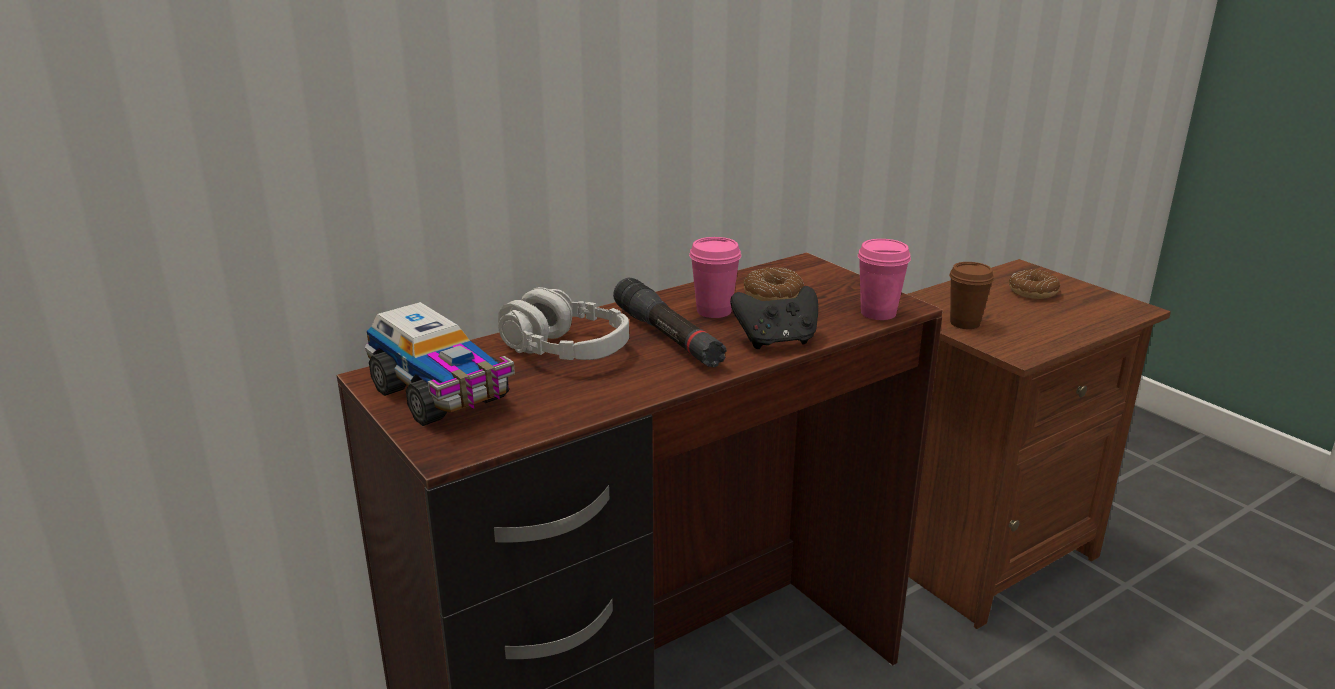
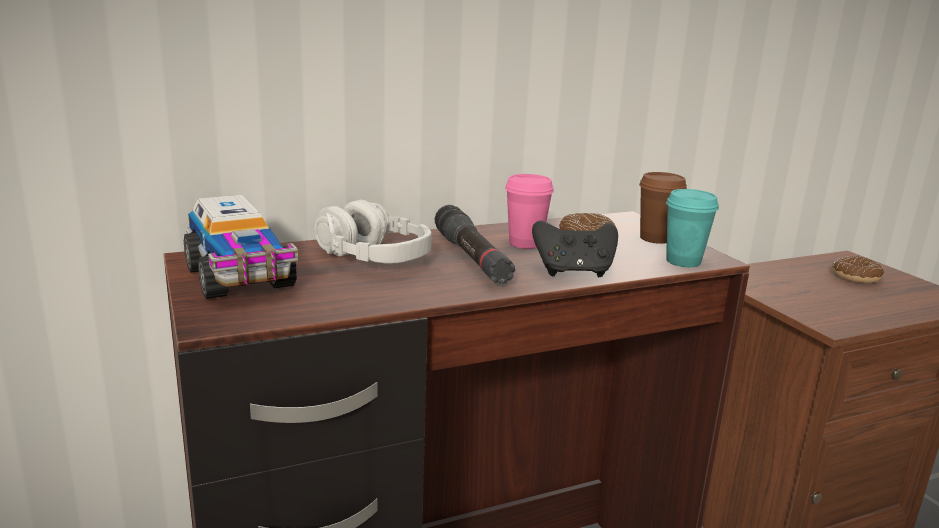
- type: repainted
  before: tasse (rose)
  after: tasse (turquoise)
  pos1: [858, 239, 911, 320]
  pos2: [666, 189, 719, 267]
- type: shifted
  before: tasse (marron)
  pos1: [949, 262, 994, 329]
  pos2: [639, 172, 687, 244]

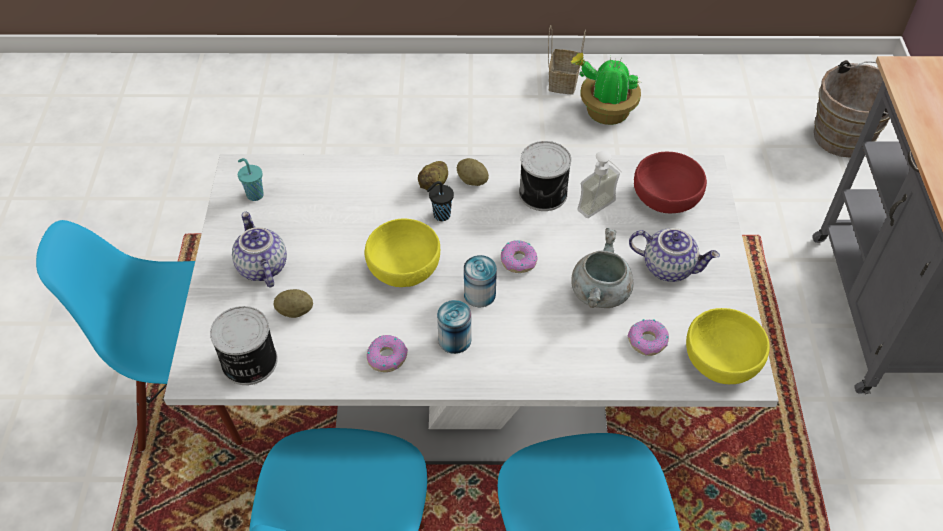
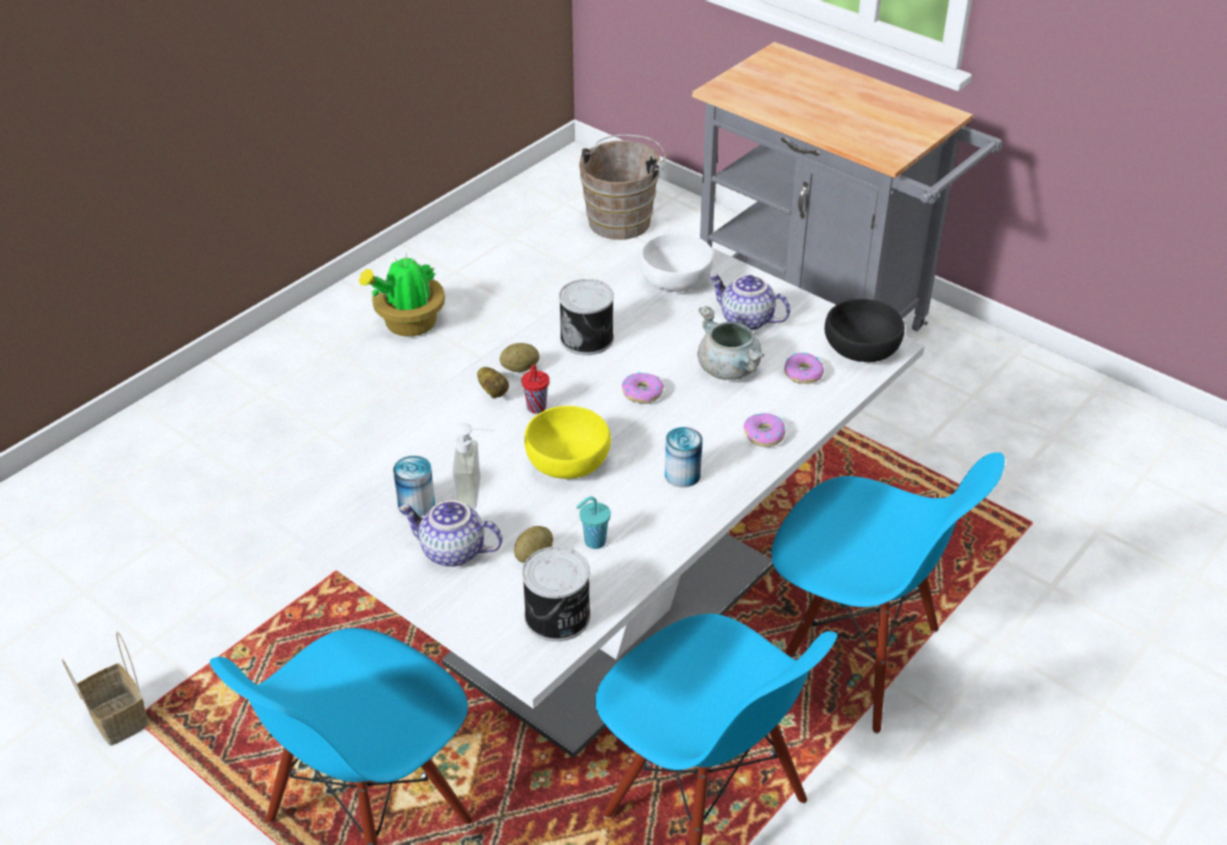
- type: shifted
  before: panier
  pos1: [548, 25, 586, 95]
  pos2: [62, 632, 149, 746]
- type: shifted
  before: distributeur de savon
  pos1: [577, 151, 622, 218]
  pos2: [452, 423, 495, 509]
- type: repainted
  before: bol (rouge)
  after: bol (blanc)
  pos1: [634, 152, 707, 213]
  pos2: [639, 233, 714, 292]
- type: shifted
  before: tasse (turquoise)
  pos1: [238, 158, 264, 201]
  pos2: [576, 496, 611, 549]
- type: repainted
  before: tasse (noir)
  after: tasse (rouge)
  pos1: [427, 181, 454, 221]
  pos2: [521, 364, 549, 413]
- type: rotated
  before: théière
  pos1: [629, 228, 720, 282]
  pos2: [709, 273, 791, 331]
  turn: -120
- type: shifted
  before: boîte métallique
  pos1: [464, 255, 497, 307]
  pos2: [393, 456, 435, 517]
- type: repainted
  before: bol (jaune)
  after: bol (noir)
  pos1: [686, 308, 770, 384]
  pos2: [825, 299, 905, 362]
- type: shifted
  before: beignet
  pos1: [367, 335, 408, 372]
  pos2: [744, 413, 786, 447]

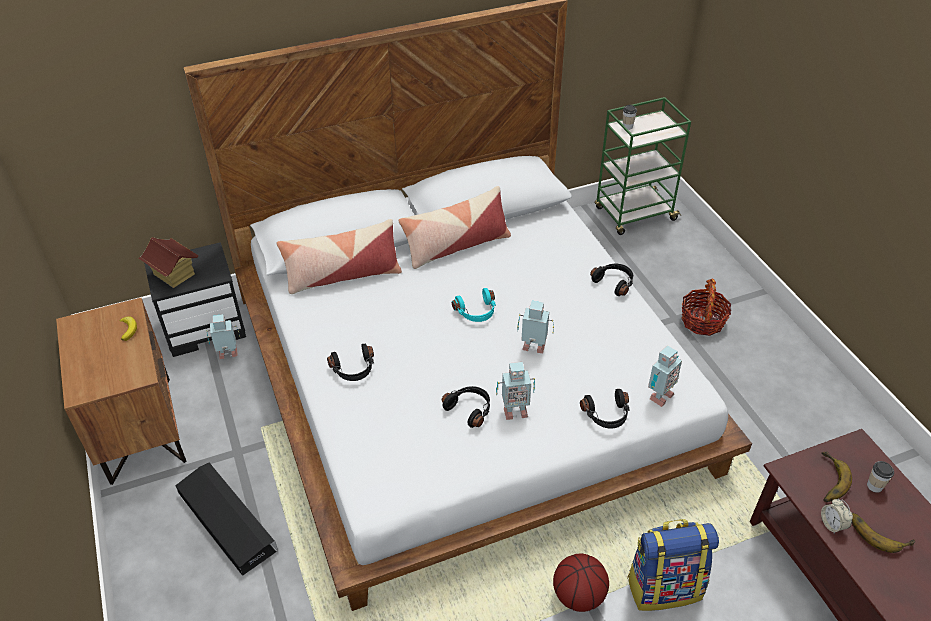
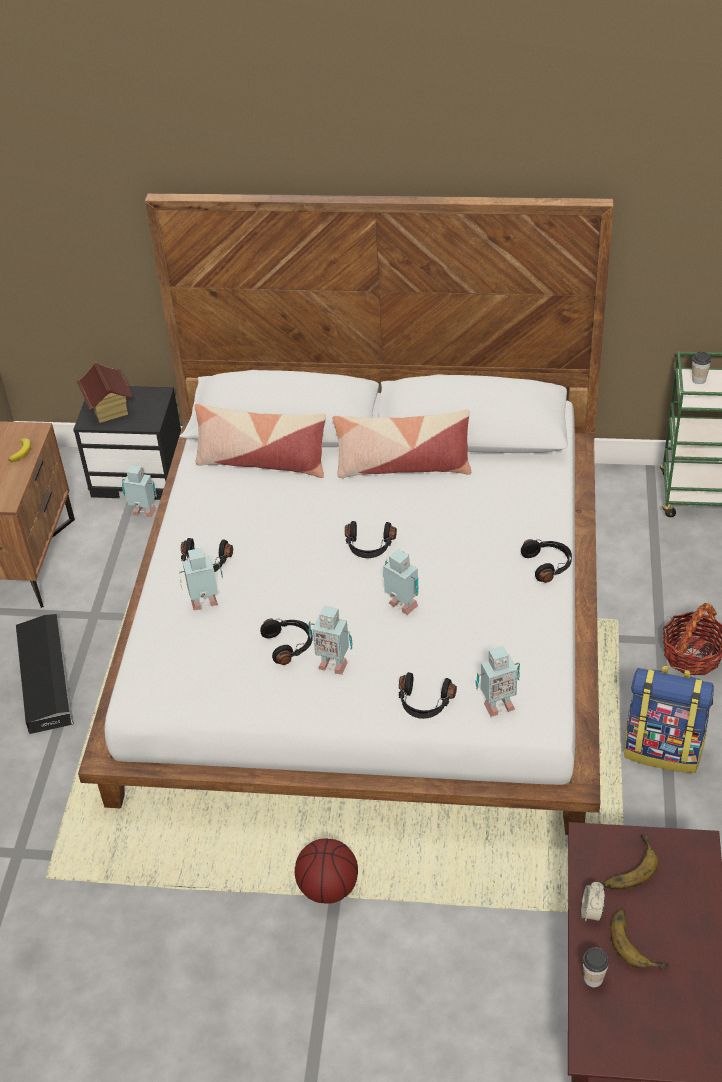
- type: repainted
  before: casque audio (turquoise)
  after: casque audio (noir)
  pos1: [452, 288, 496, 322]
  pos2: [345, 521, 397, 558]
- type: shifted
  before: tasse
  pos1: [867, 461, 894, 493]
  pos2: [583, 948, 609, 987]
- type: shifted
  before: sac à dos
  pos1: [627, 519, 719, 611]
  pos2: [624, 666, 714, 773]
- type: new
  after: robot jouet
  pos2: [179, 548, 223, 610]

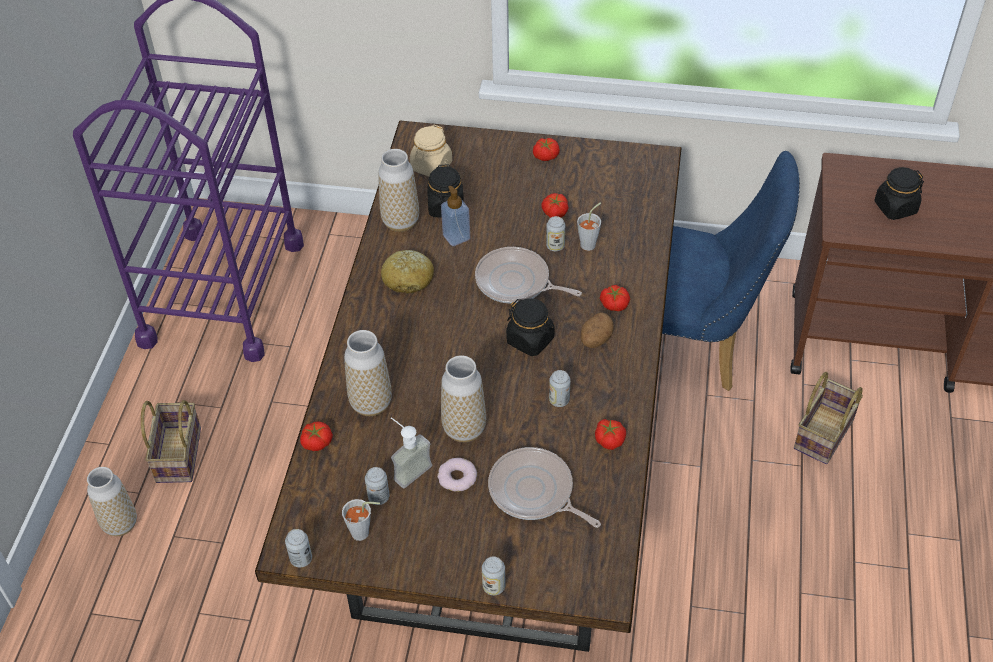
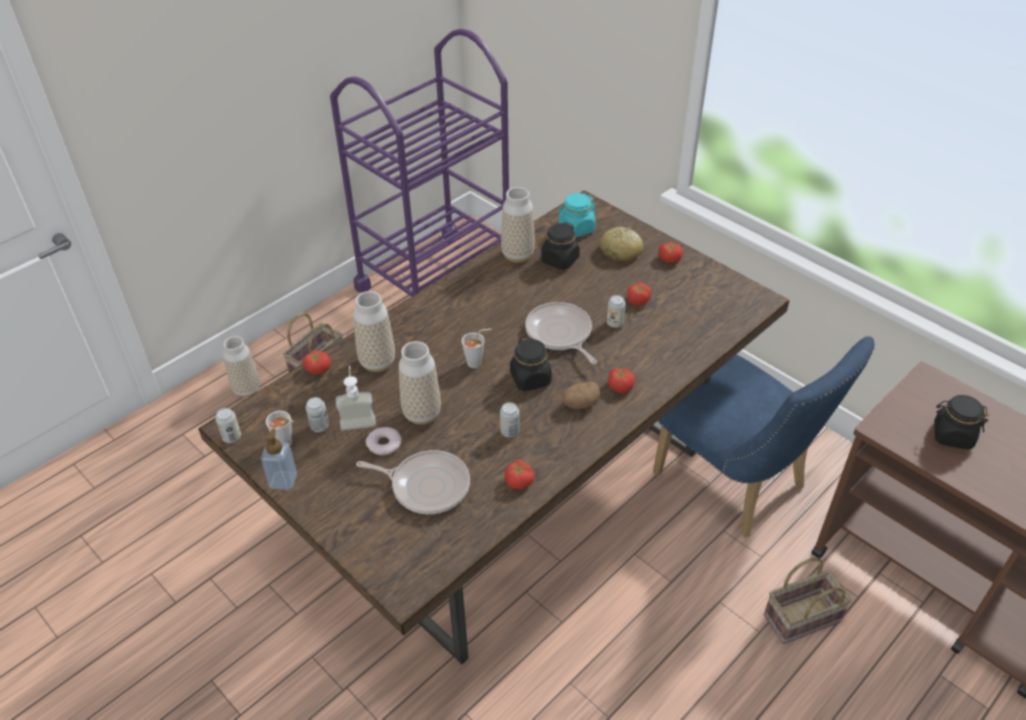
- type: repainted
  before: bocal (beige)
  after: bocal (turquoise)
  pos1: [410, 125, 452, 177]
  pos2: [558, 193, 596, 238]
- type: shifted
  before: distributeur de savon
  pos1: [441, 186, 470, 246]
  pos2: [261, 429, 297, 490]
- type: shifted
  before: tasse (gris)
  pos1: [577, 203, 601, 251]
  pos2: [462, 328, 491, 368]
- type: shifted
  before: pain
  pos1: [381, 250, 434, 293]
  pos2: [600, 227, 643, 261]
- type: rotated
  before: poêle
  pos1: [488, 447, 601, 528]
  pos2: [356, 450, 470, 514]
  turn: 120
- type: gone
  before: boîte métallique
  pos1: [482, 556, 505, 595]

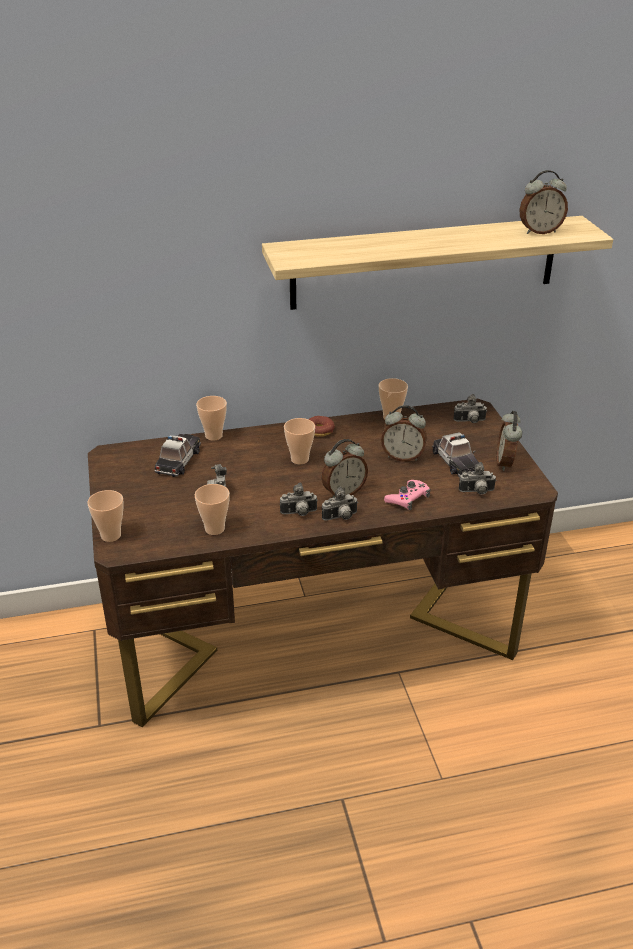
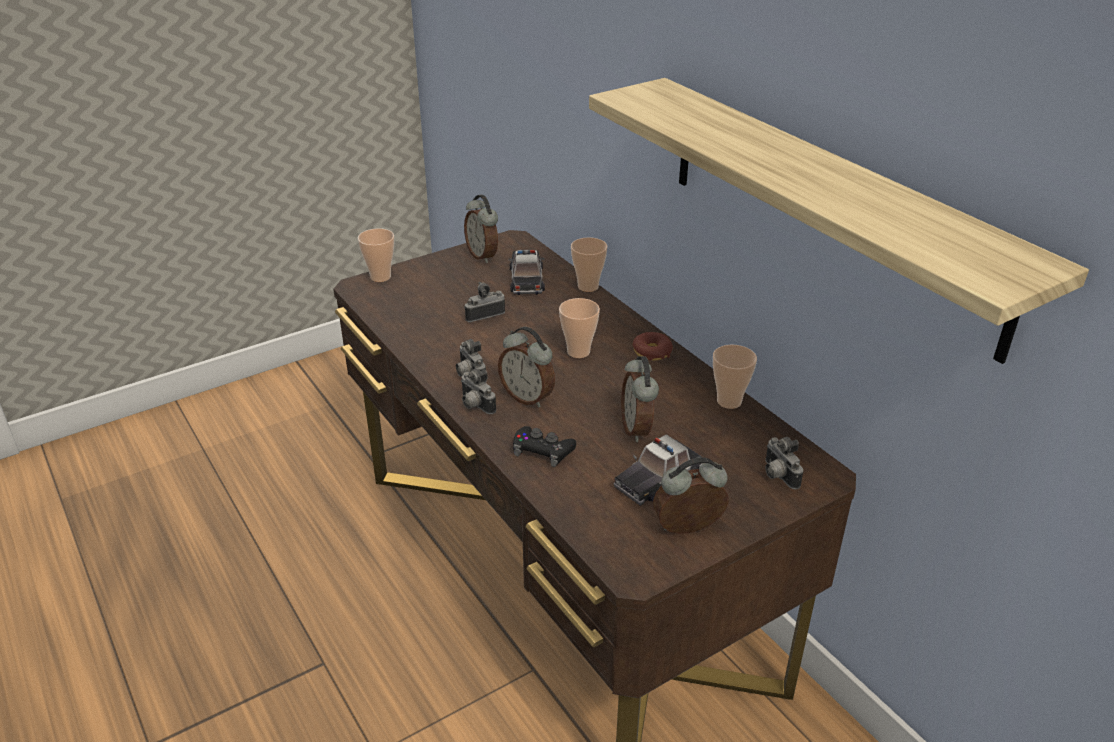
- type: shifted
  before: réveil
  pos1: [519, 170, 568, 234]
  pos2: [464, 195, 498, 263]
- type: rotated
  before: petite voiture
  pos1: [155, 434, 201, 477]
  pos2: [509, 250, 545, 295]
  turn: -90
- type: gone
  before: appareil photo
  pos1: [459, 462, 496, 494]
- type: repainted
  before: manette (rose)
  after: manette (noir)
  pos1: [384, 480, 431, 510]
  pos2: [513, 426, 576, 467]
- type: gone
  before: tasse
  pos1: [195, 484, 230, 535]

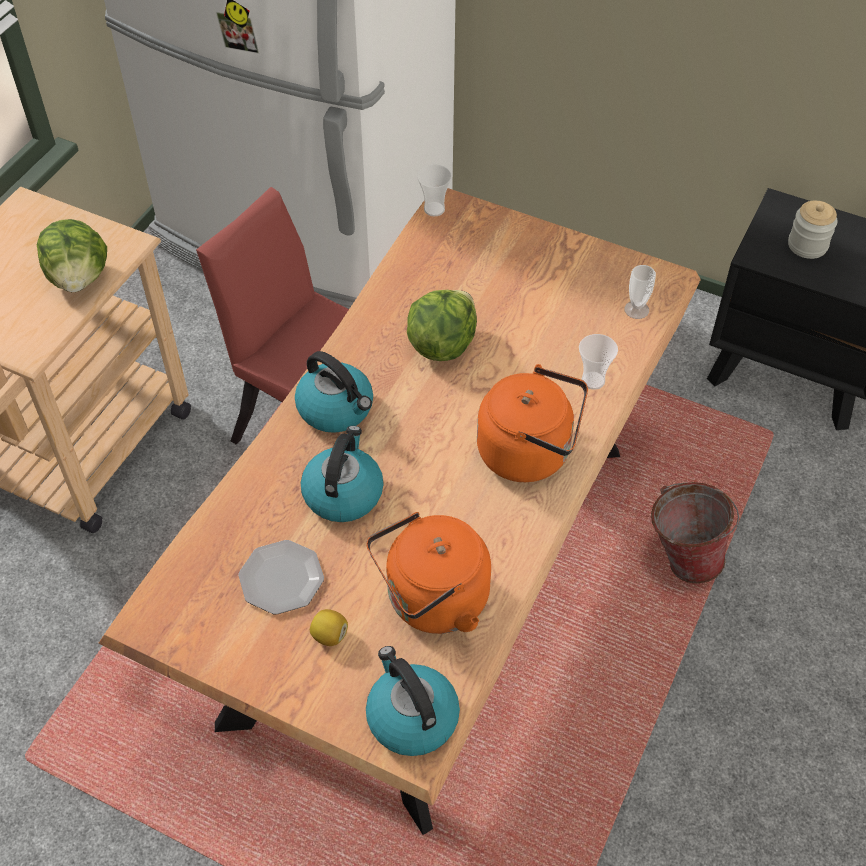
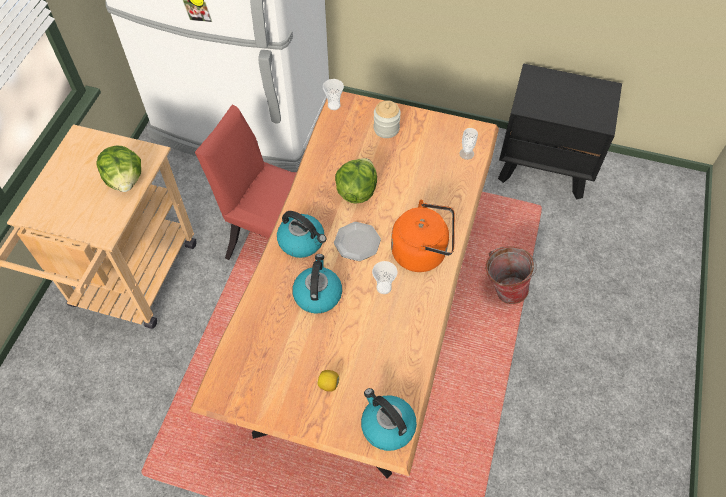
- type: shifted
  before: bocal
  pos1: [788, 200, 838, 259]
  pos2: [374, 100, 401, 138]
- type: shifted
  before: tasse
  pos1: [579, 334, 618, 390]
  pos2: [372, 261, 398, 294]
- type: gone
  before: bouilloire (orange)
  pos1: [366, 512, 491, 634]
- type: shifted
  before: assiette
  pos1: [238, 540, 324, 615]
  pos2: [334, 222, 381, 261]

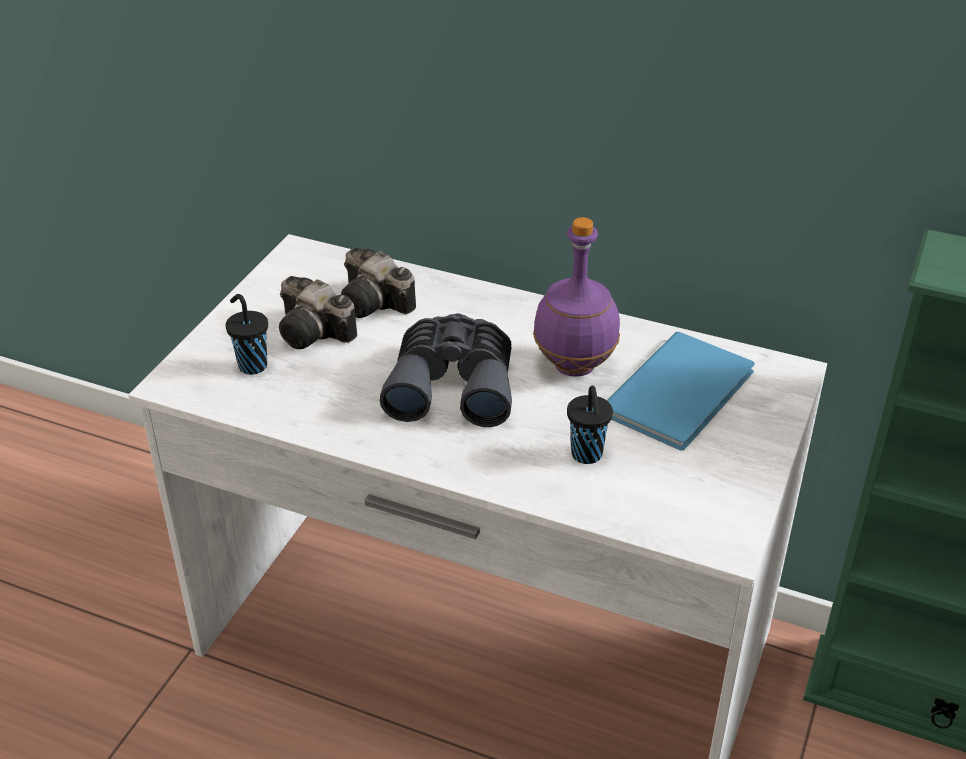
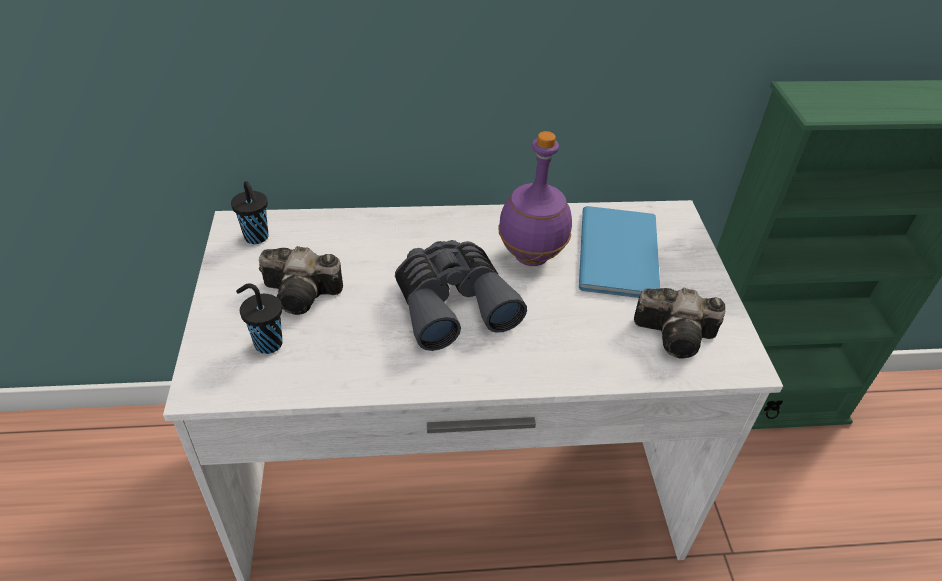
- type: shifted
  before: appareil photo
  pos1: [341, 247, 416, 318]
  pos2: [634, 288, 726, 358]
- type: shifted
  before: tasse (noir)
  pos1: [567, 385, 613, 464]
  pos2: [231, 181, 268, 244]

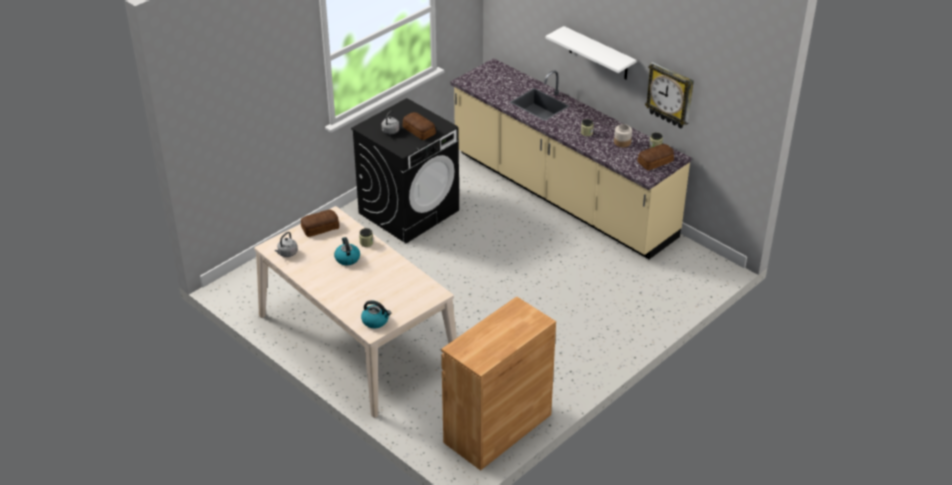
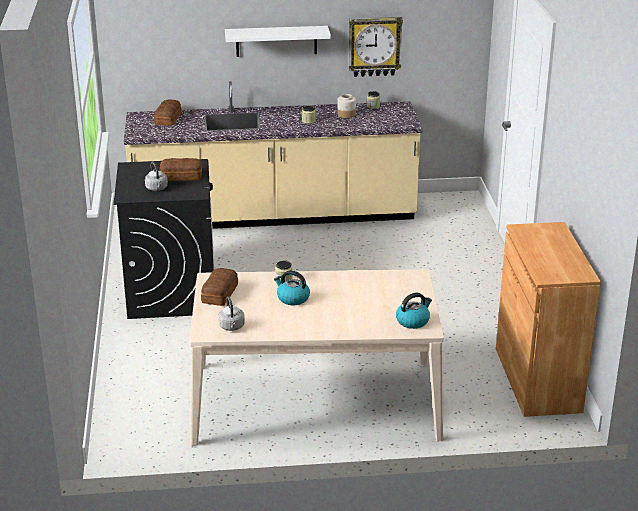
- type: shifted
  before: pain
  pos1: [637, 144, 674, 171]
  pos2: [154, 100, 182, 126]

